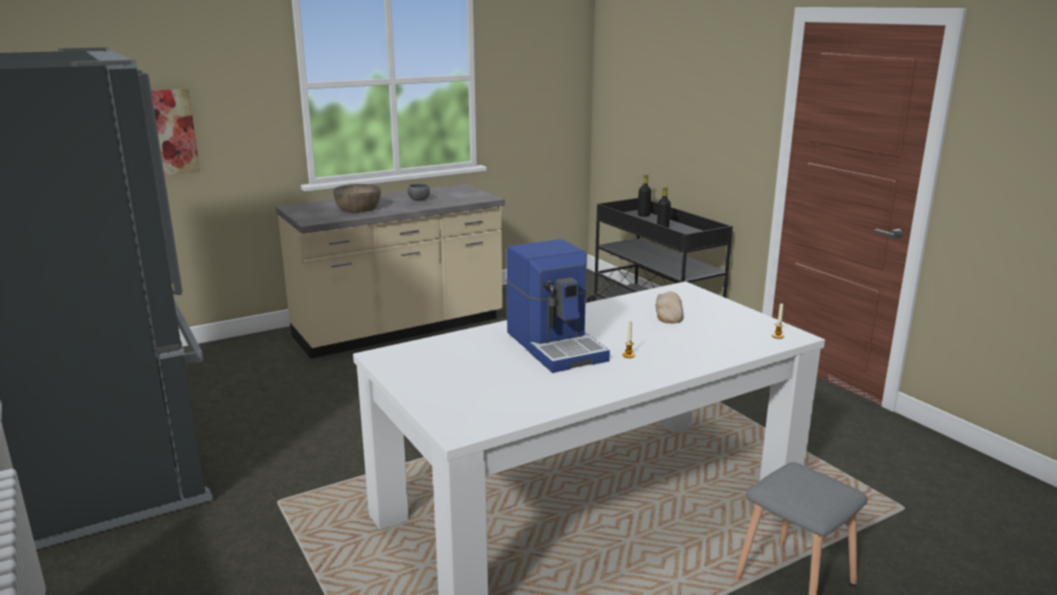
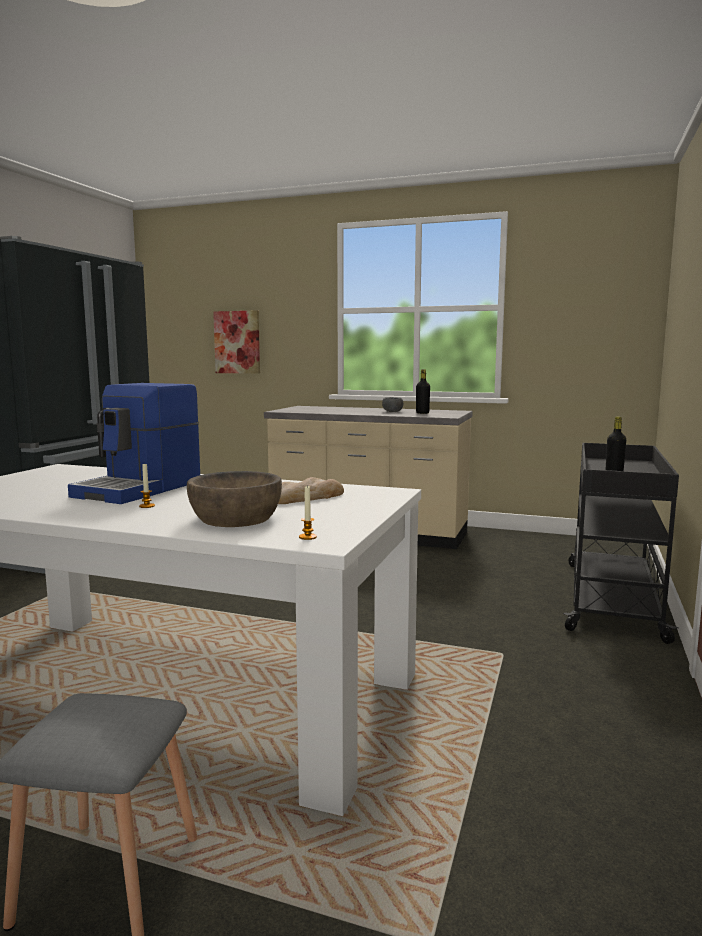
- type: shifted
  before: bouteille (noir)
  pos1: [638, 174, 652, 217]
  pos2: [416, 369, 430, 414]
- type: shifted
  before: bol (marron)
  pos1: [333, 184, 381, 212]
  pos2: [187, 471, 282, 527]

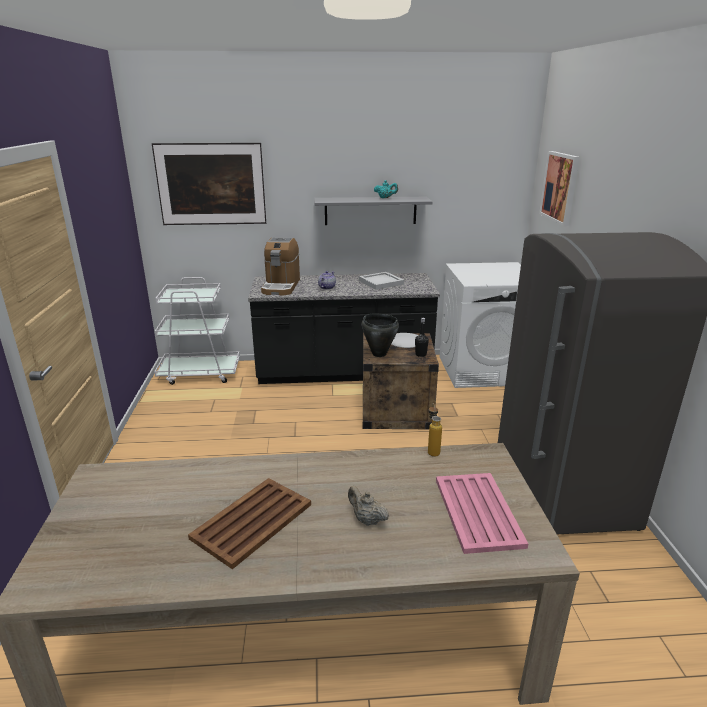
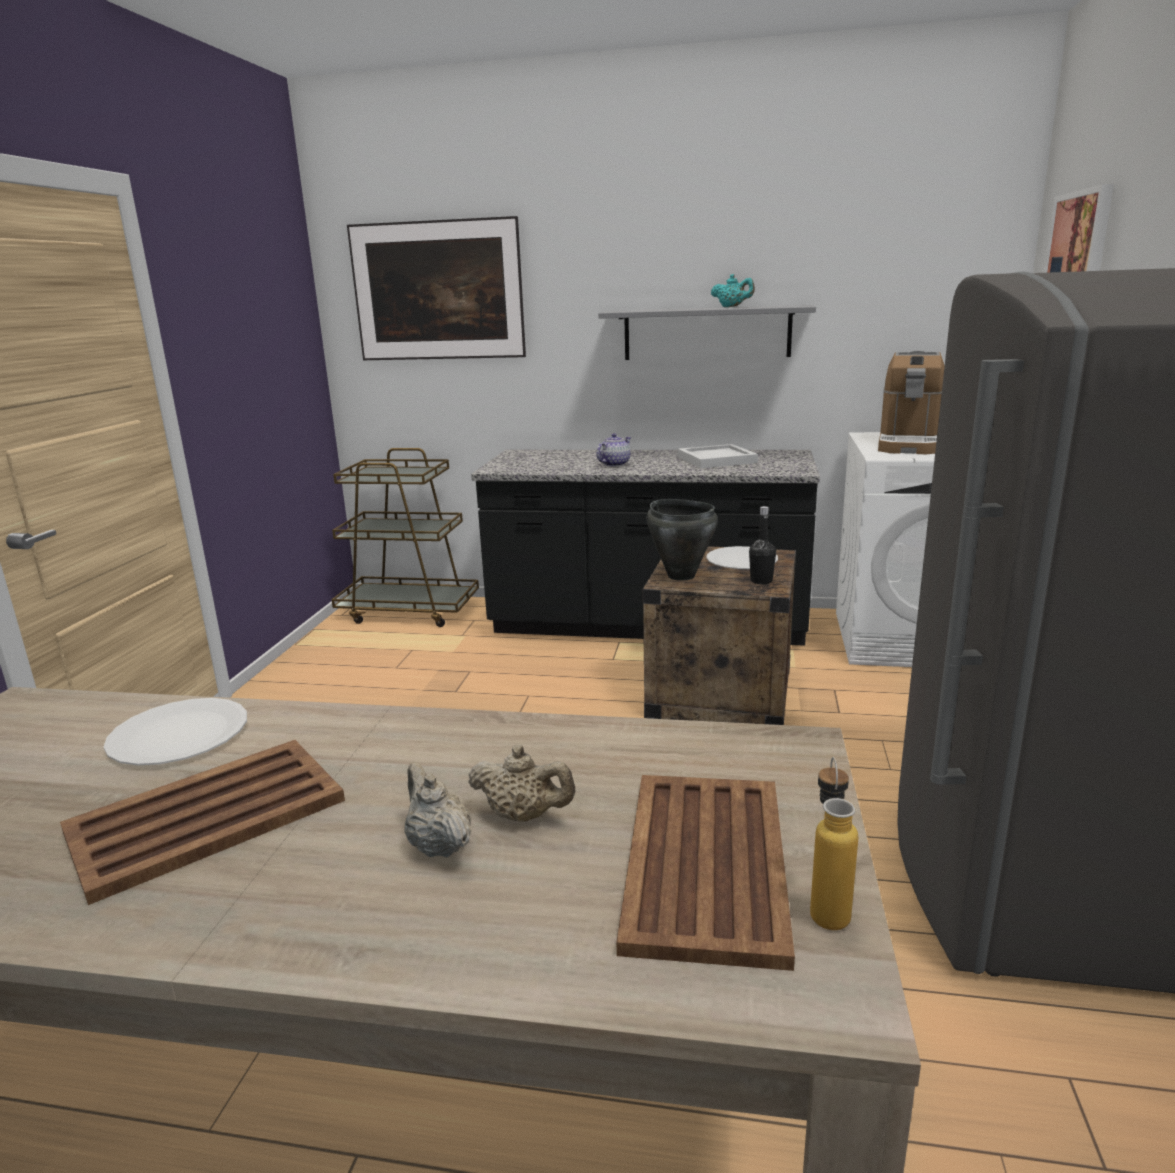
- type: shifted
  before: machine à café
  pos1: [261, 237, 300, 295]
  pos2: [878, 351, 945, 454]
- type: repainted
  before: chariot (blanc)
  after: chariot (marron)
  pos1: [154, 277, 240, 385]
  pos2: [331, 448, 479, 627]
- type: shifted
  before: bouteille
  pos1: [428, 404, 442, 457]
  pos2: [810, 757, 858, 930]
- type: repainted
  before: plateau (rose)
  after: plateau (marron)
  pos1: [436, 473, 528, 554]
  pos2: [616, 775, 795, 971]
- type: new
  after: assiette (blanc)
  pos2: [104, 698, 247, 765]
- type: new
  after: théière (beige)
  pos2: [468, 745, 575, 822]

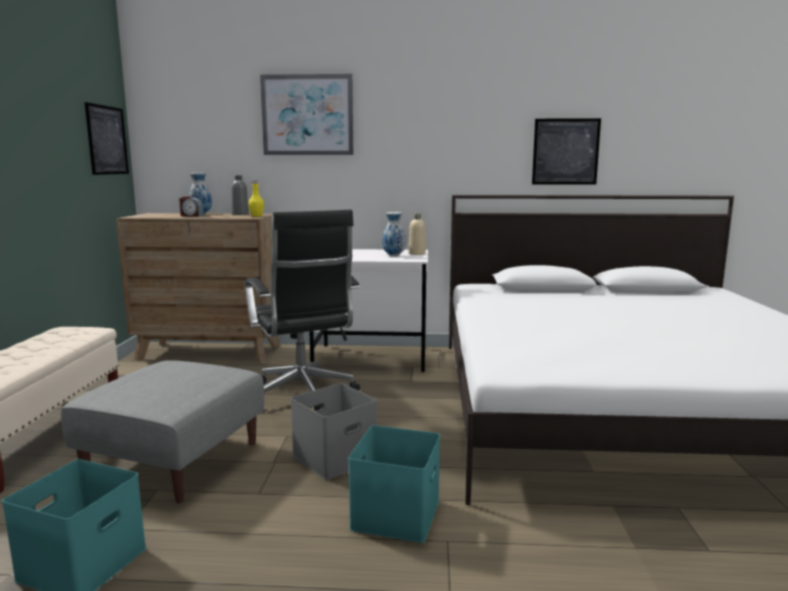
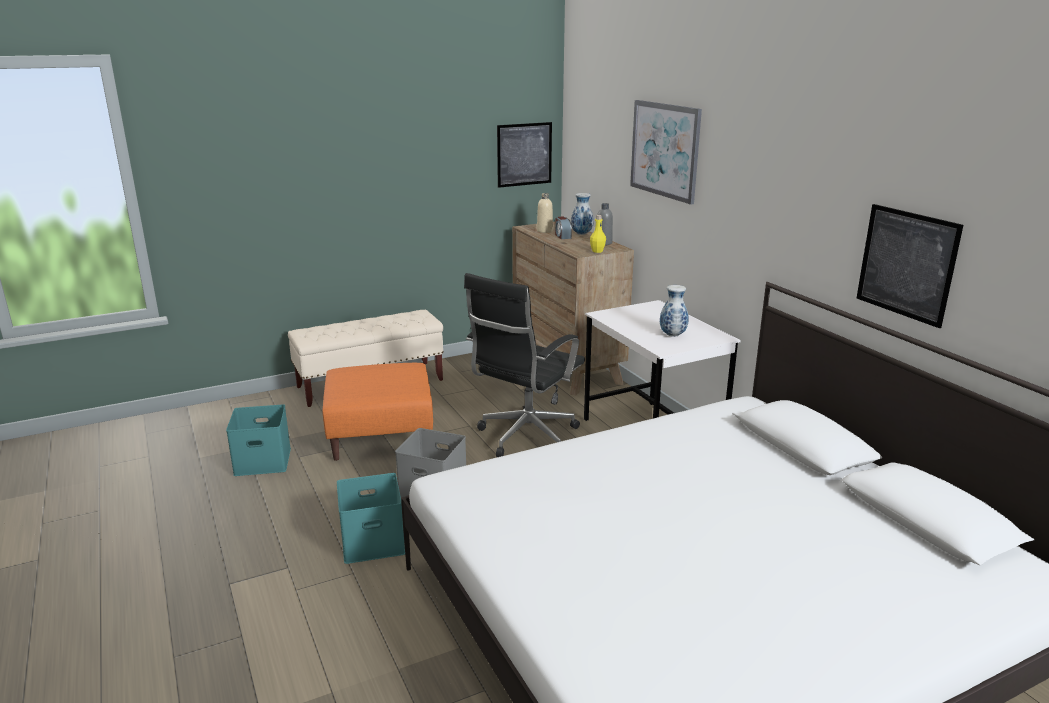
- type: shifted
  before: bouteille (beige)
  pos1: [409, 214, 426, 255]
  pos2: [537, 193, 553, 233]
- type: repainted
  before: pouf (gris)
  after: pouf (orange)
  pos1: [61, 360, 264, 503]
  pos2: [323, 363, 433, 461]

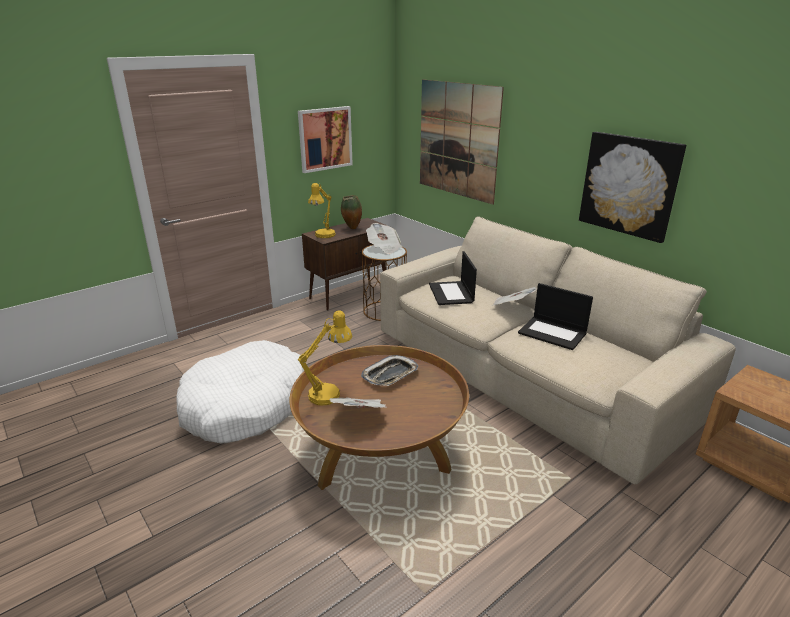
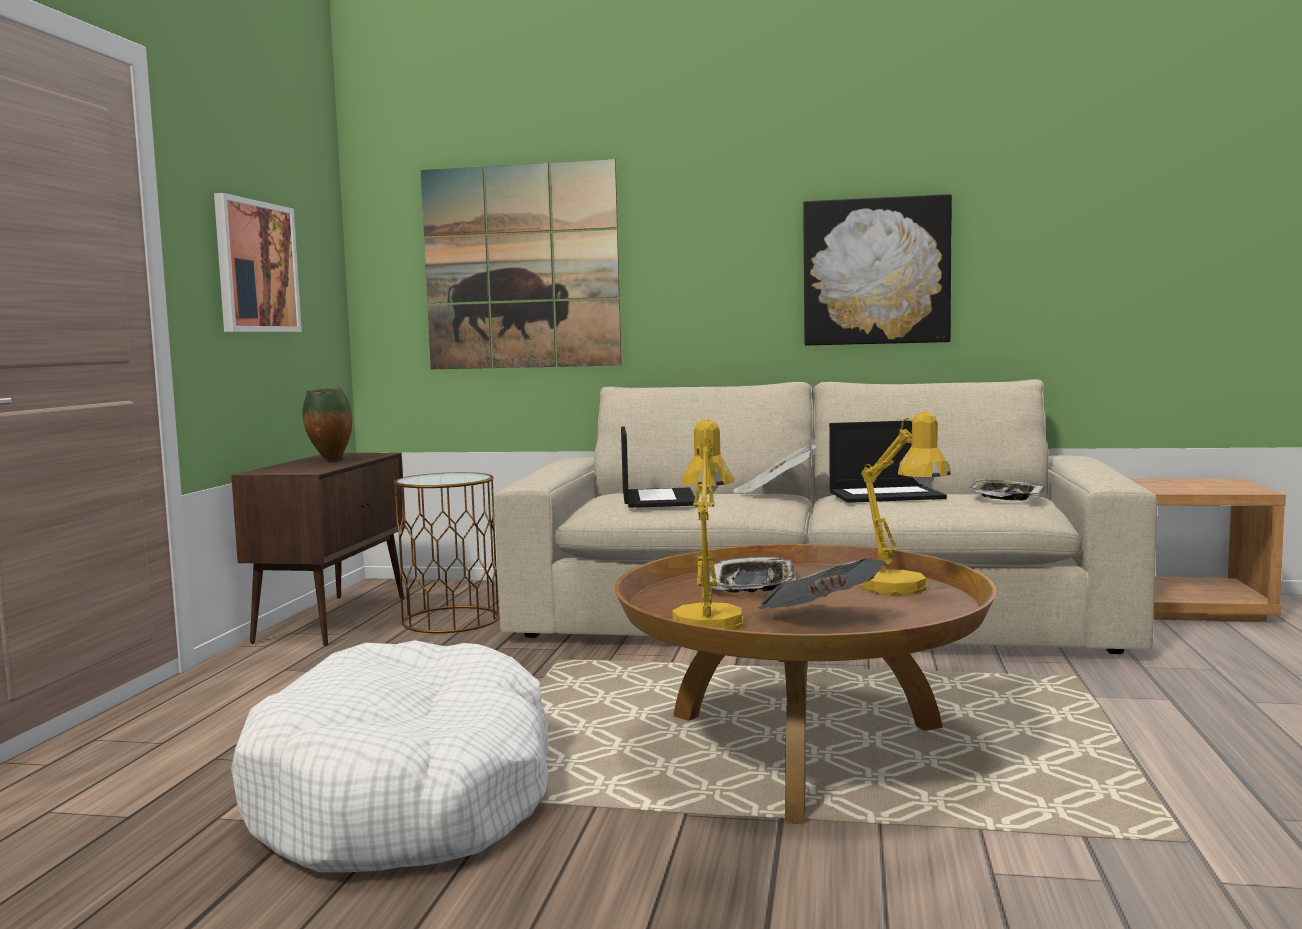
- type: shifted
  before: lampe de table (jaune)
  pos1: [308, 183, 336, 238]
  pos2: [860, 412, 951, 595]
- type: gone
  before: journal
  pos1: [366, 223, 402, 254]
- type: rotated
  before: ordinateur portable
  pos1: [429, 251, 477, 305]
  pos2: [621, 426, 695, 508]
  turn: -135
- type: new
  after: plateau
  pos2: [970, 479, 1045, 501]

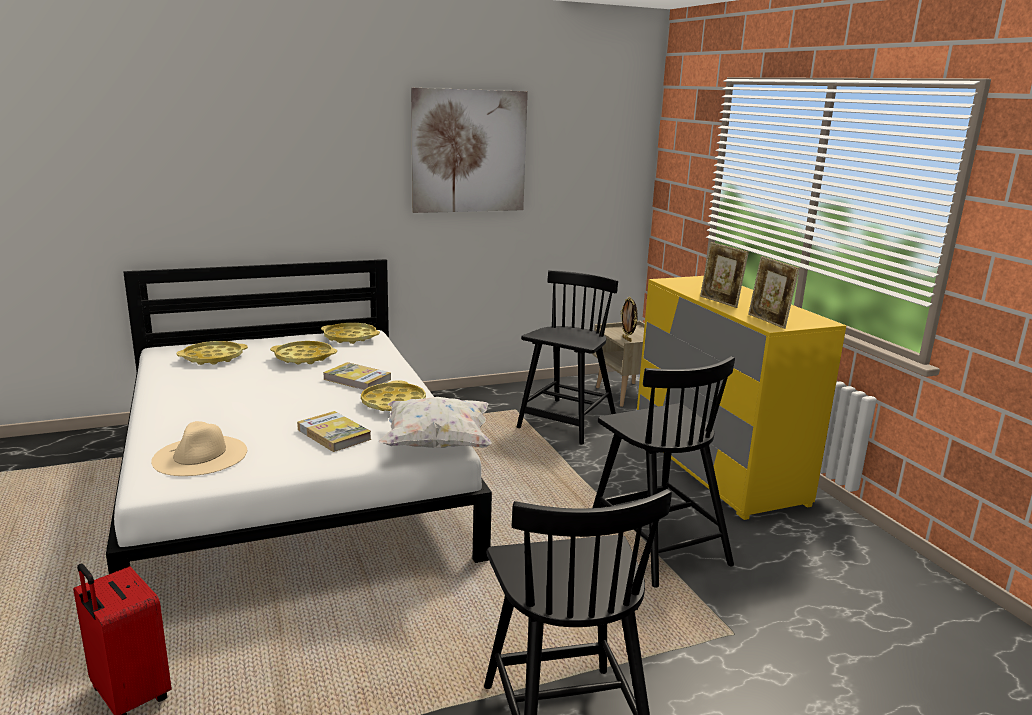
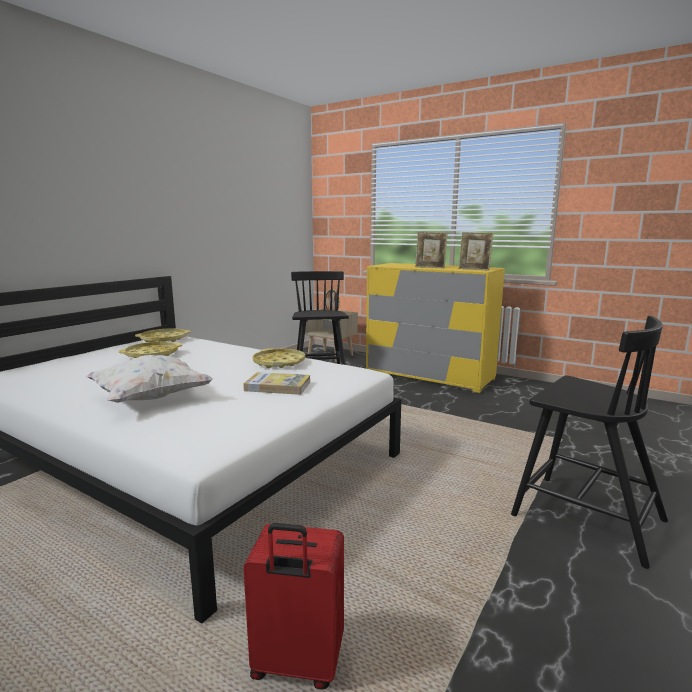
- type: gone
  before: tableau
  pos1: [411, 88, 528, 213]
- type: gone
  before: plateau (jaune)
  pos1: [177, 341, 248, 365]
- type: gone
  before: chaise (noir)
  pos1: [592, 356, 735, 588]
- type: gone
  before: livre
  pos1: [323, 362, 391, 390]
- type: shifted
  before: coussin (blanc)
  pos1: [379, 397, 492, 448]
  pos2: [85, 355, 213, 403]
- type: gone
  before: chapeau (beige)
  pos1: [151, 421, 247, 476]

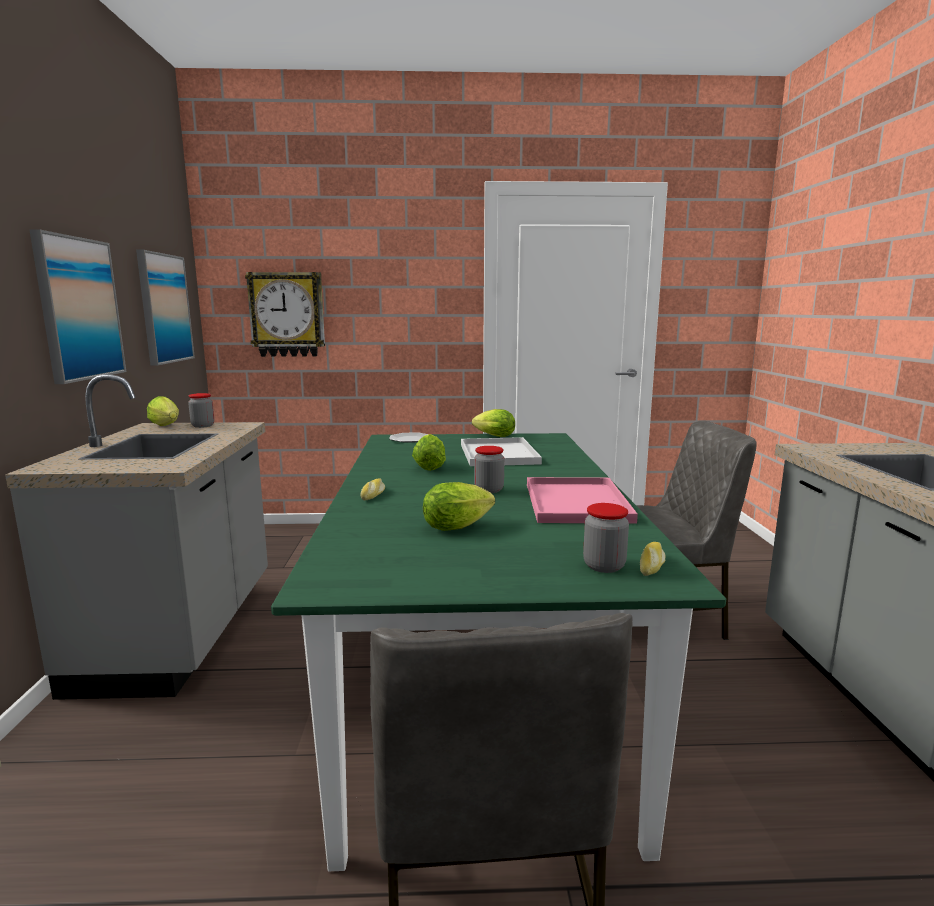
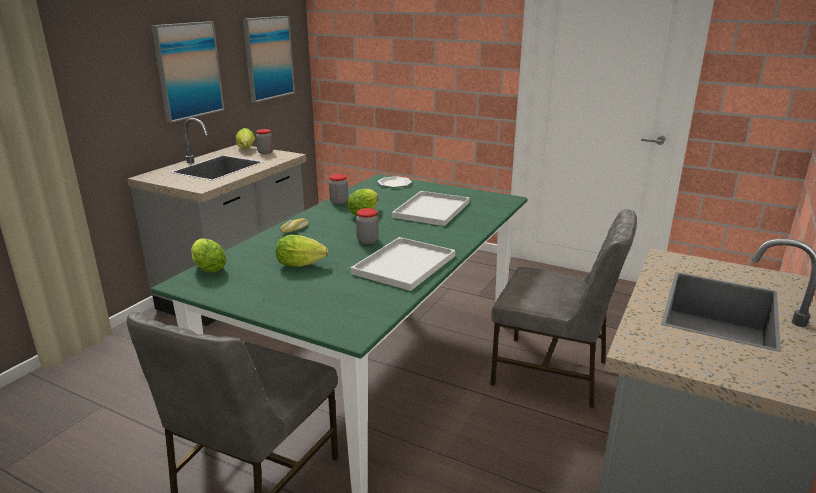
- type: gone
  before: horloge murale
  pos1: [245, 272, 325, 357]
- type: shifted
  before: laitue
  pos1: [472, 409, 515, 437]
  pos2: [191, 238, 227, 273]
- type: repainted
  before: plateau (rose)
  after: plateau (blanc)
  pos1: [527, 477, 638, 524]
  pos2: [350, 237, 455, 291]
- type: shifted
  before: bocal
  pos1: [583, 503, 629, 573]
  pos2: [329, 174, 348, 204]
- type: gone
  before: pain
  pos1: [640, 542, 665, 576]

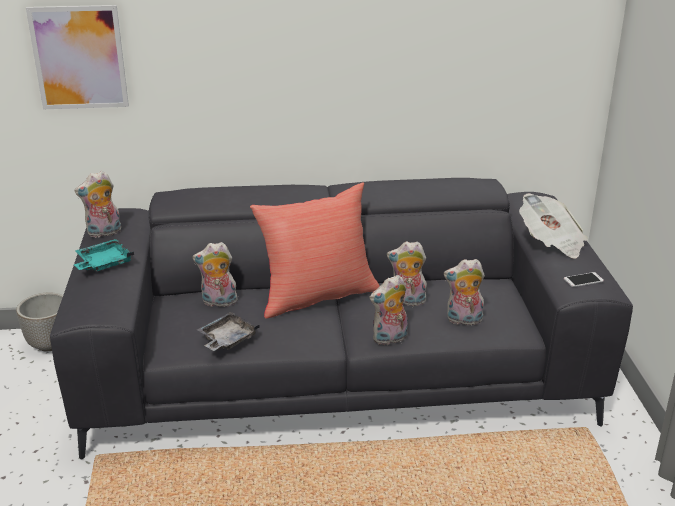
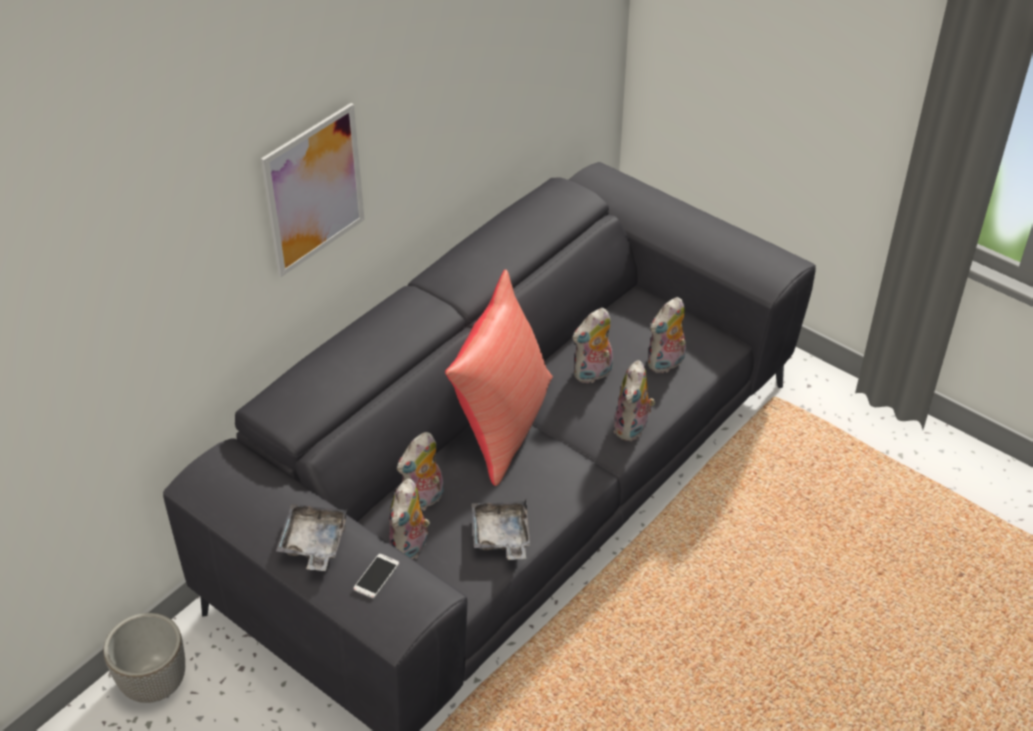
- type: shifted
  before: tableau
  pos1: [26, 5, 129, 109]
  pos2: [261, 103, 365, 277]
- type: shifted
  before: peluche
  pos1: [74, 171, 121, 238]
  pos2: [389, 479, 430, 559]
- type: gone
  before: journal
  pos1: [519, 193, 588, 259]
- type: repainted
  before: plateau (turquoise)
  after: plateau (gris)
  pos1: [74, 239, 134, 271]
  pos2: [276, 504, 348, 571]
- type: shifted
  before: téléphone
  pos1: [564, 272, 604, 287]
  pos2: [354, 554, 399, 598]

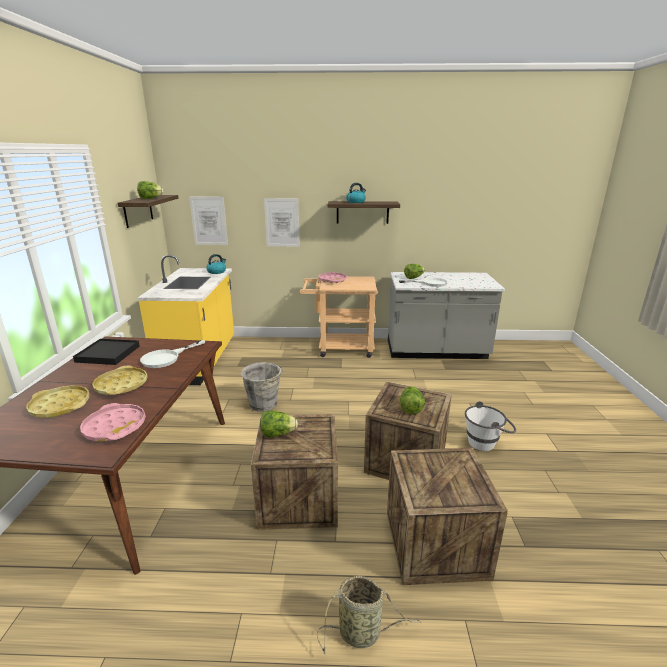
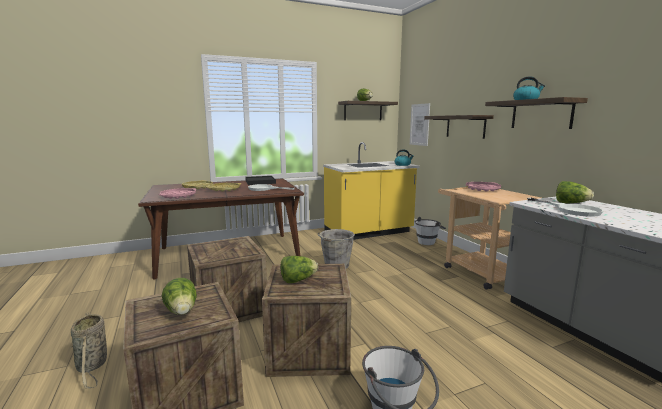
- type: swapped
  before: tableau
  after: étagère
  pos1: [264, 198, 300, 247]
  pos2: [424, 115, 494, 139]
- type: shifted
  before: laitue
  pos1: [260, 410, 298, 437]
  pos2: [162, 278, 197, 315]
- type: new
  after: seau (blanc)
  pos2: [415, 217, 446, 245]

